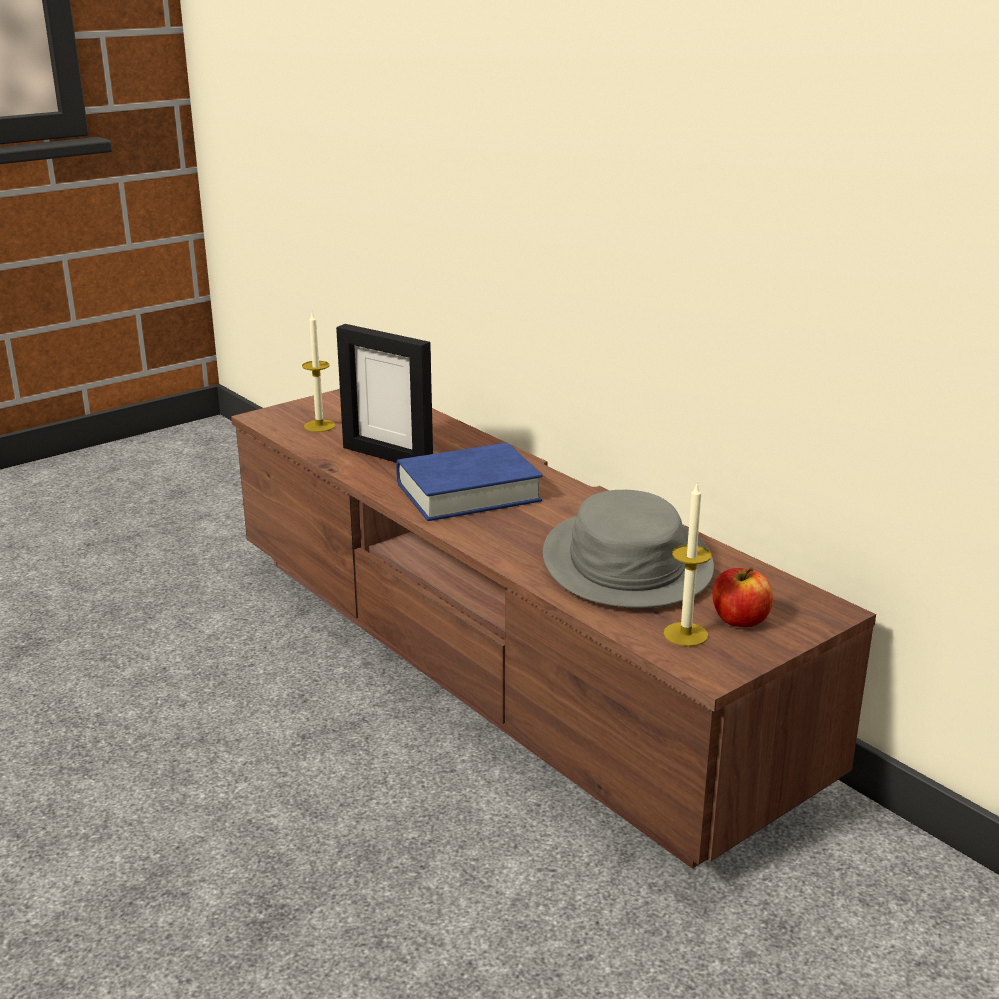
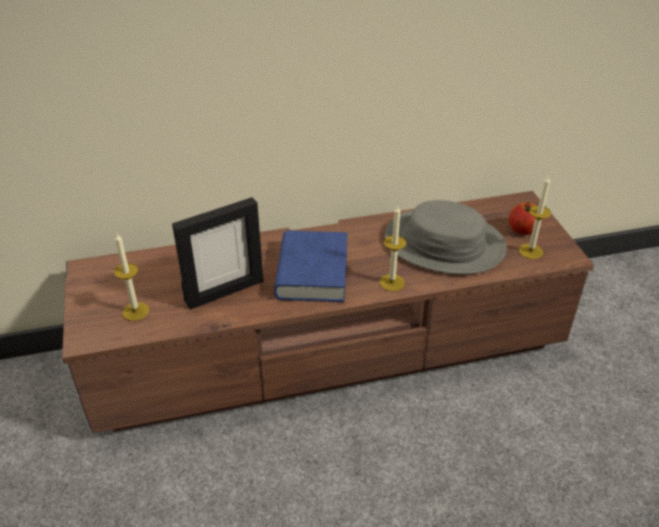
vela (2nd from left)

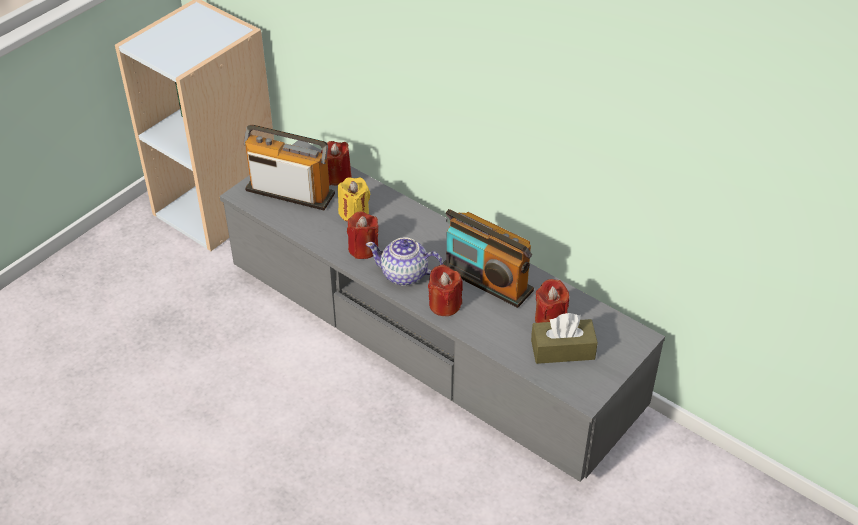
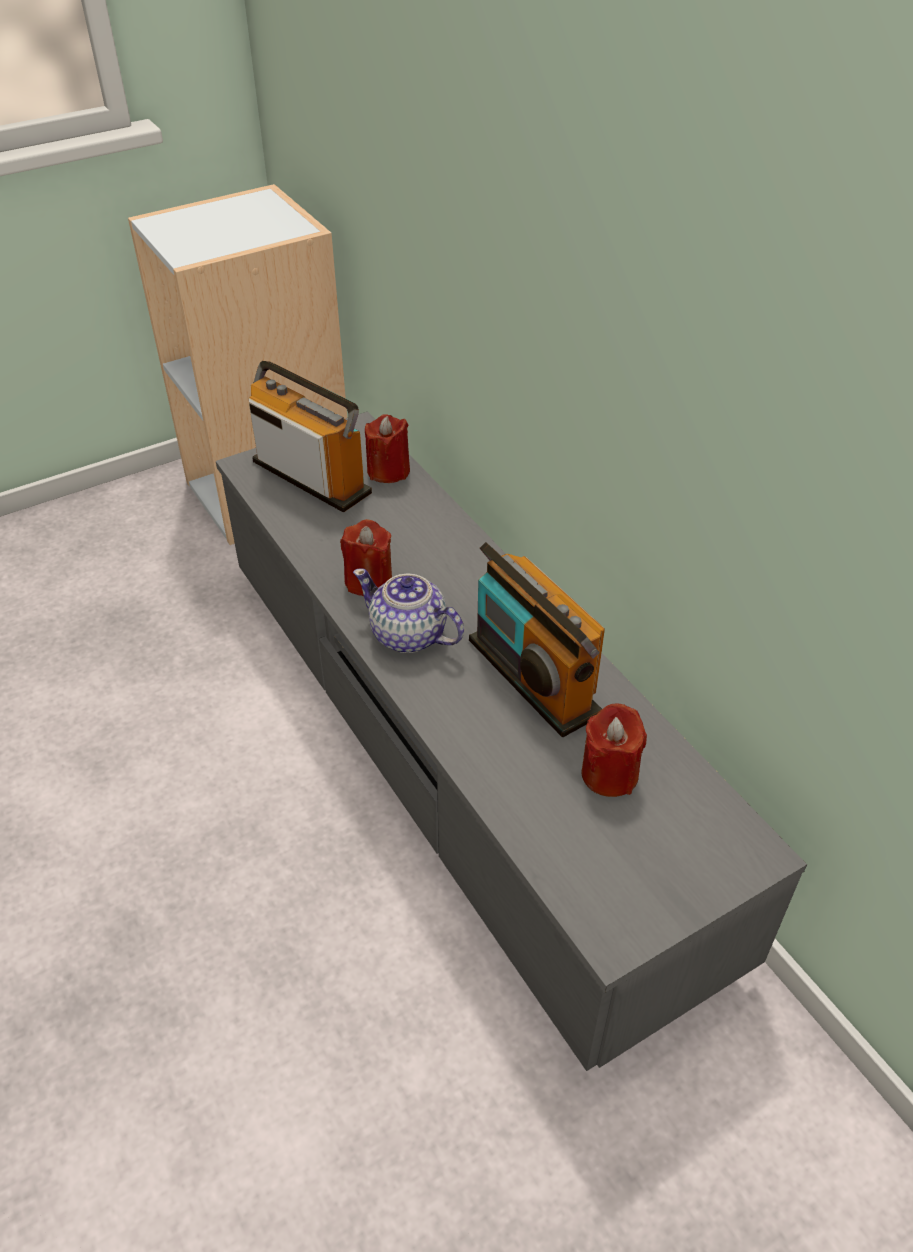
vela (amarillo); vela (rojo) (3rd from left in the first image); caja de pañuelos (marrón)

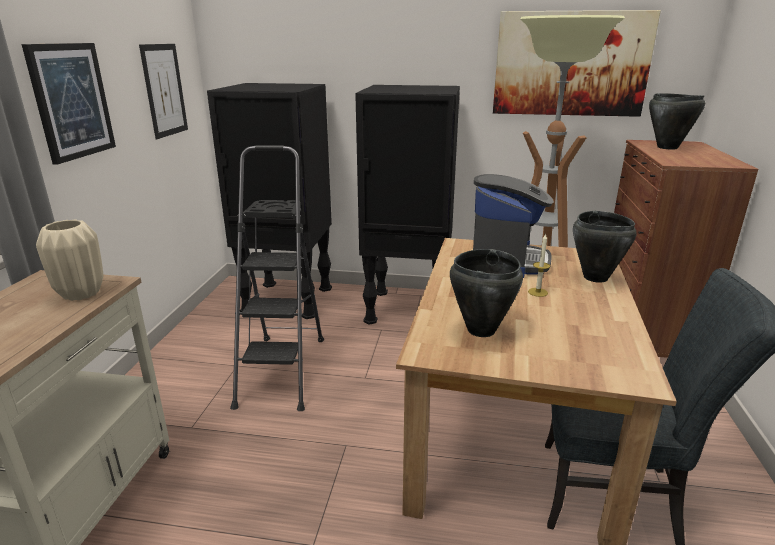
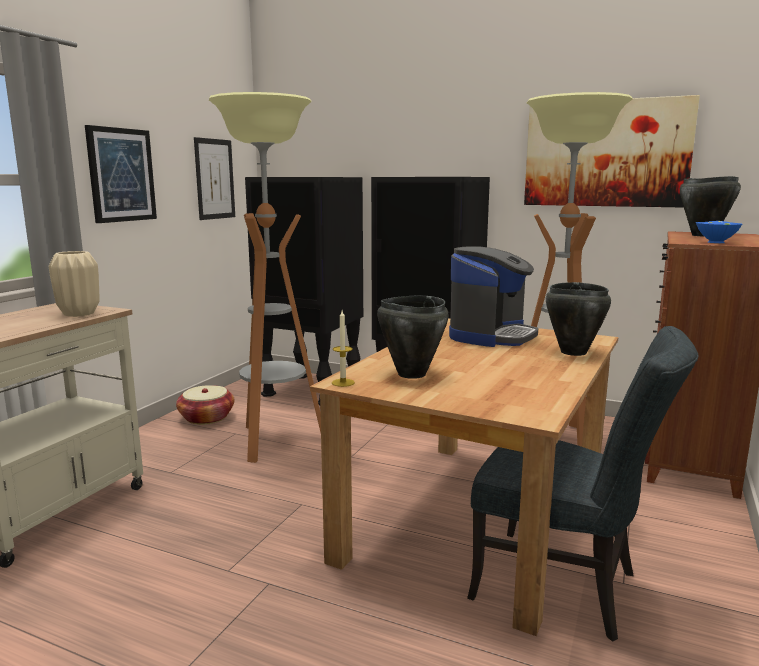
cesta; cuenco (azul); vela; lámpara de pie (1st from left)

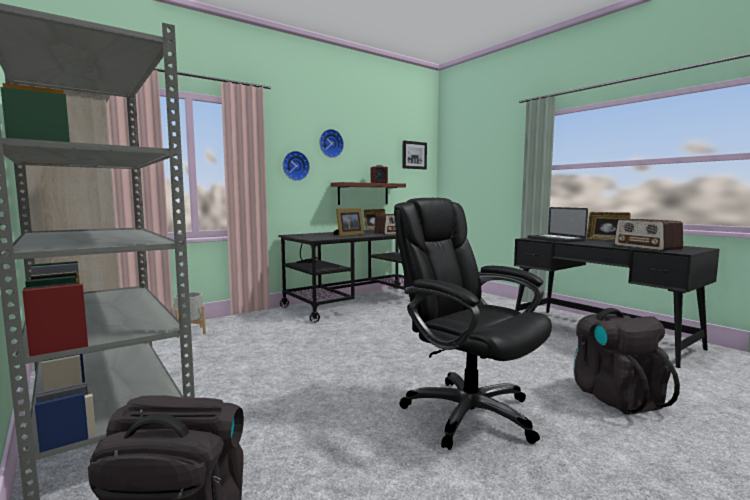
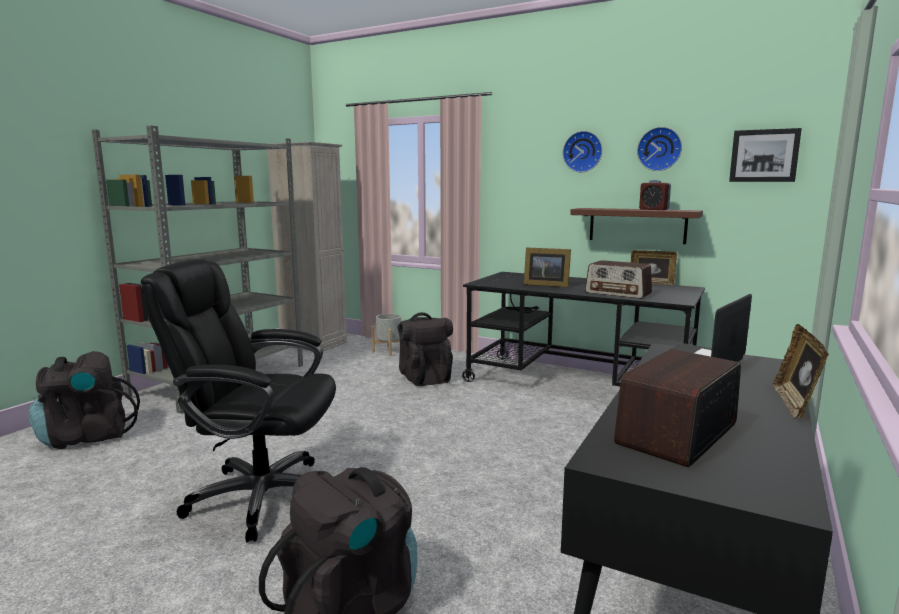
mochila (negro) (3rd from left); reloj de pared (2nd from left); silla de oficina (negro)

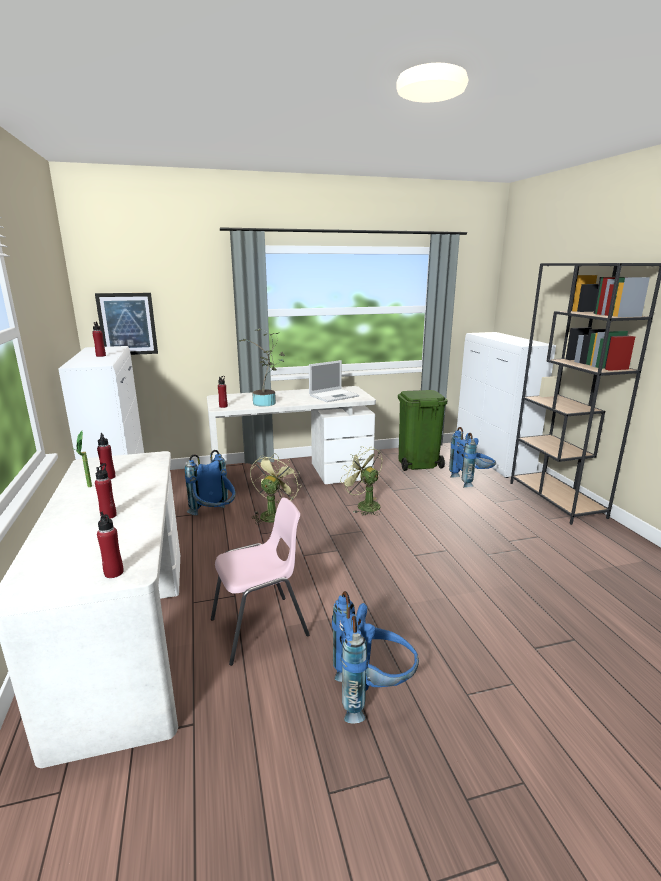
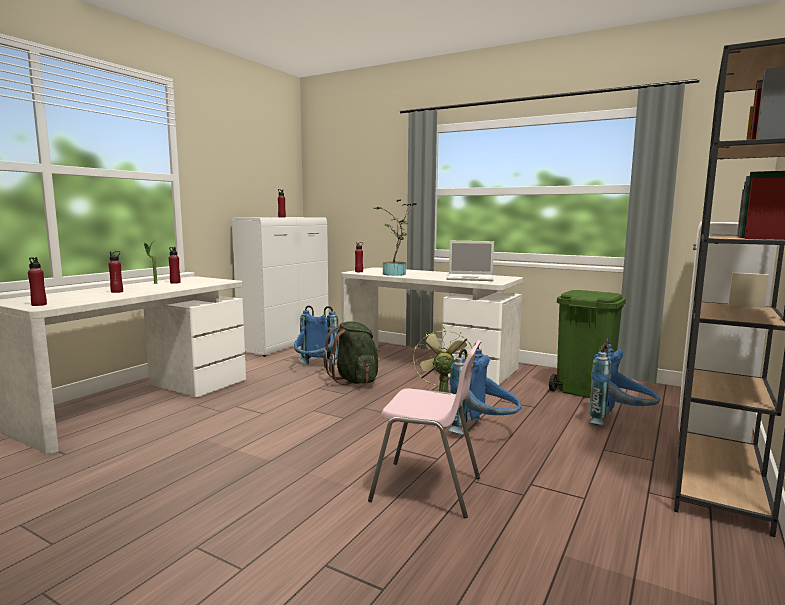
cuadro; silla (rosa); mochila (azul) (2nd from left); mochila (verde)

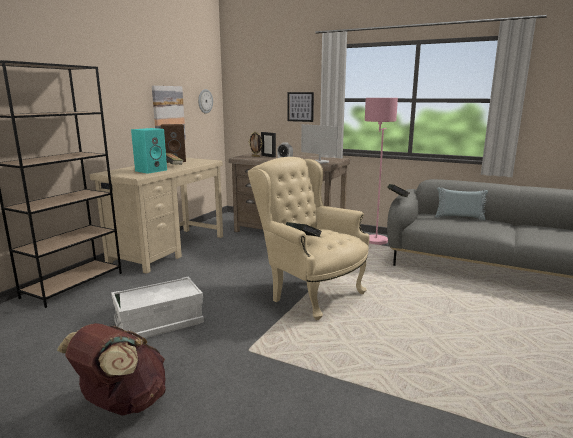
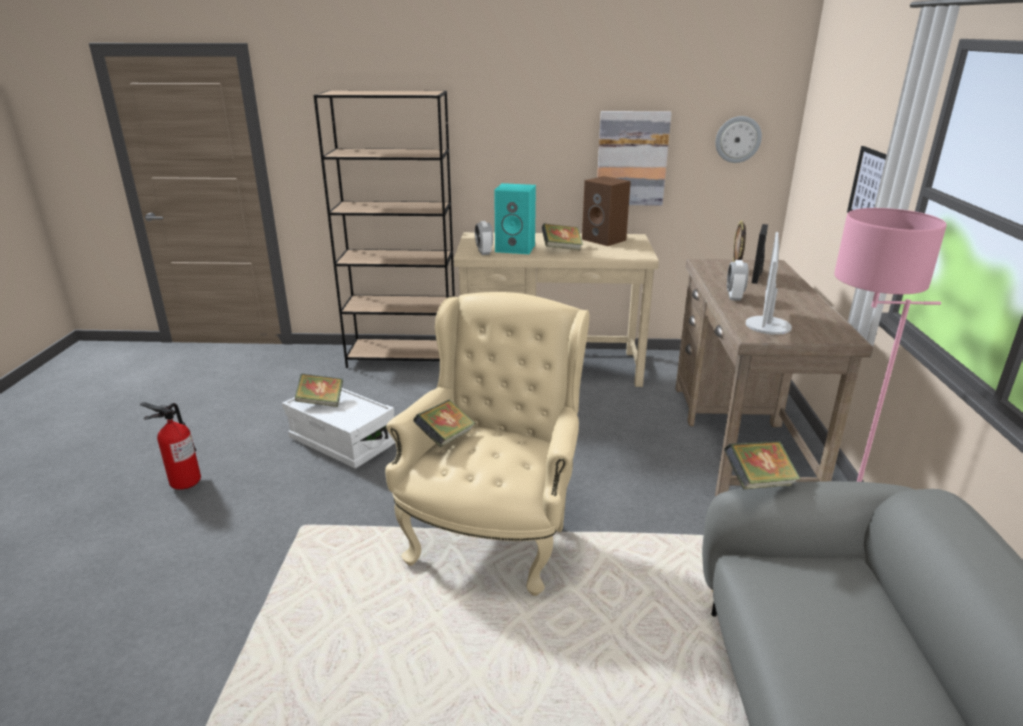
cojín (azul); libro (1st from left); despertador (1st from left); extintor

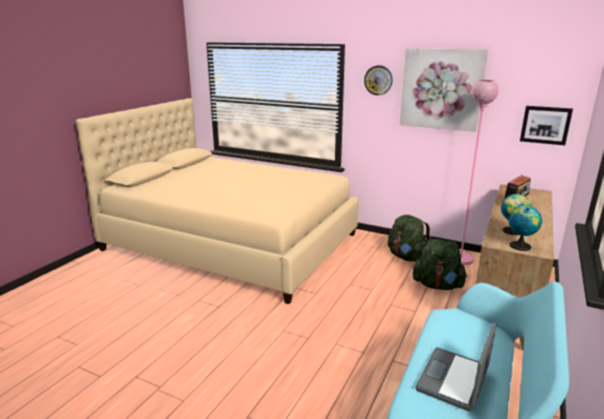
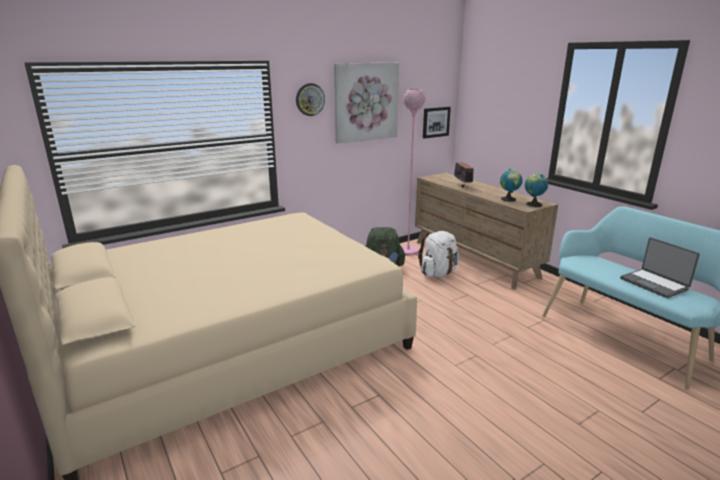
mochila (blanco)

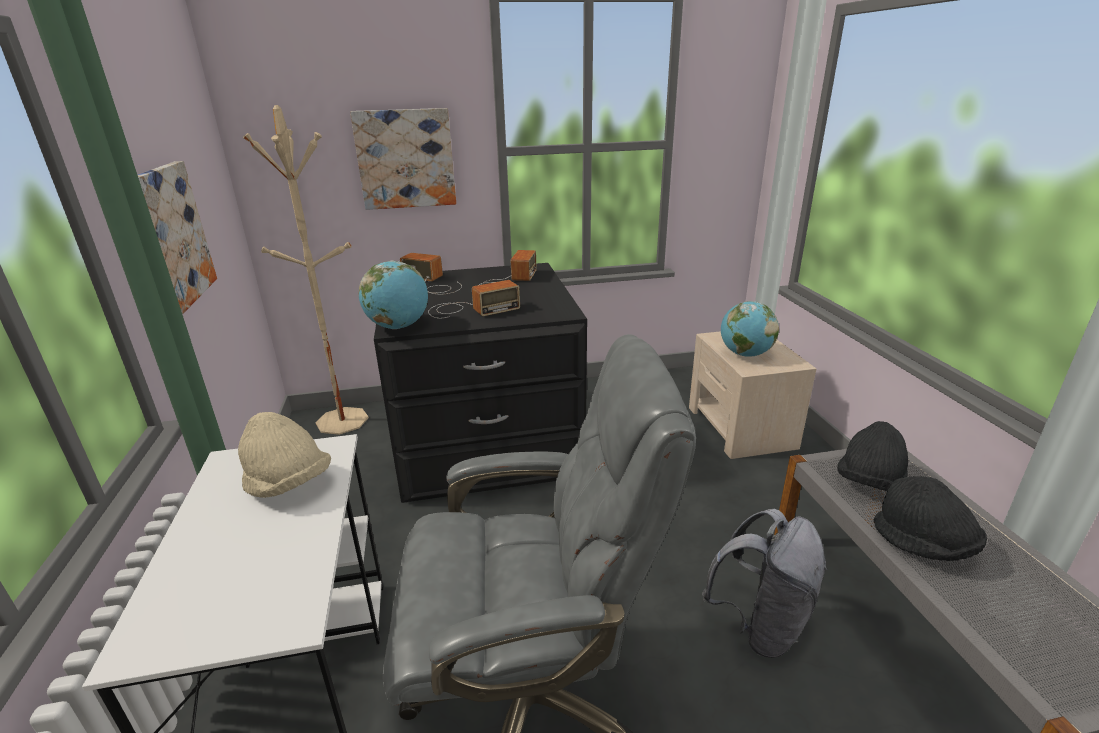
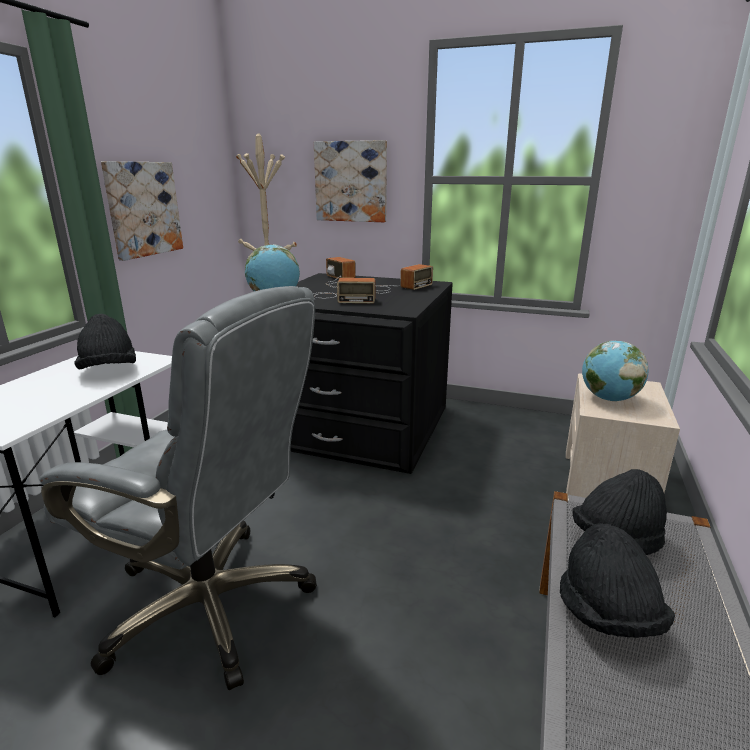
mochila (gris); sombrero (negro) (1st from left)

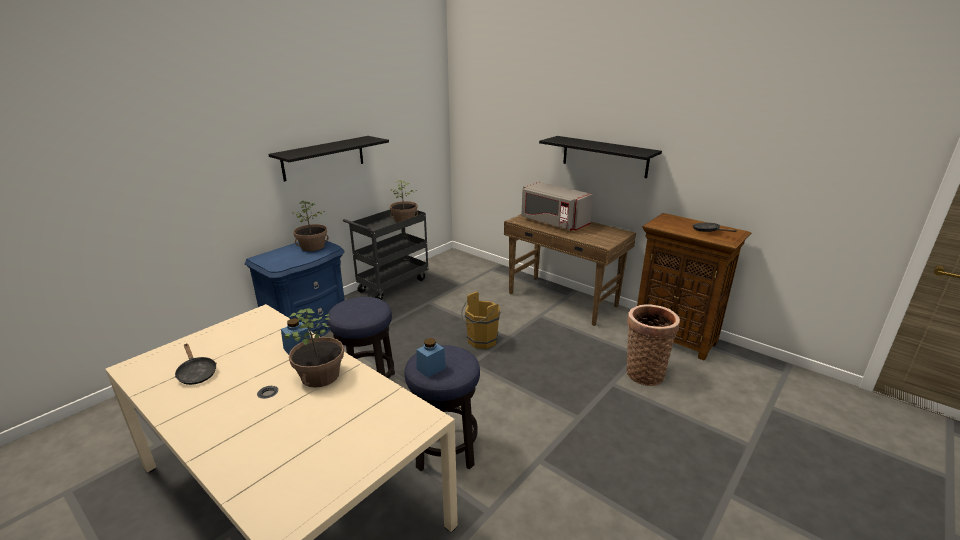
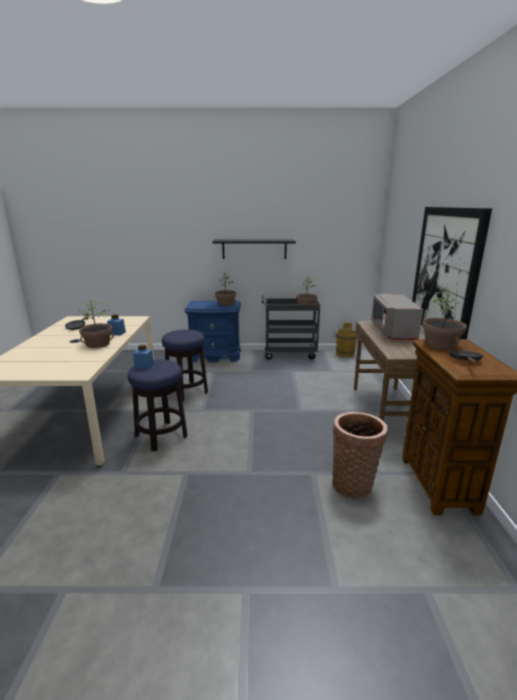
planta en maceta (4th from left); cubo (marrón); cuadro

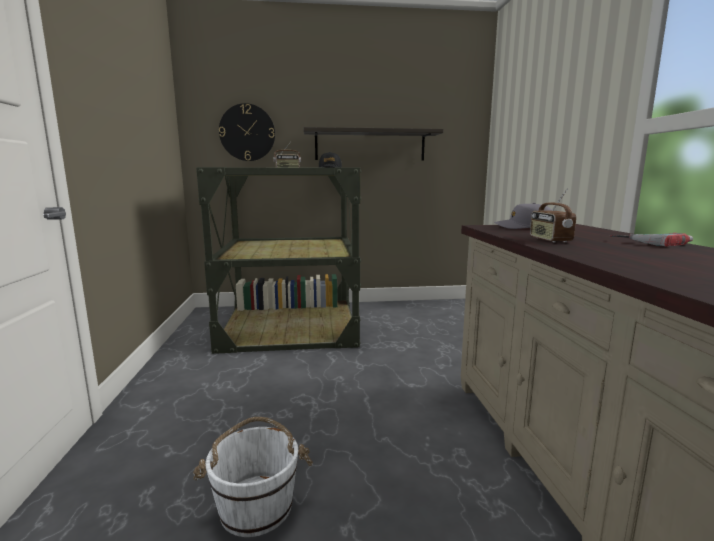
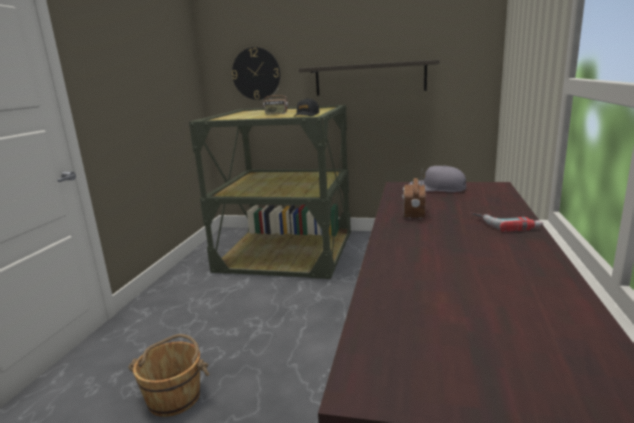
cubo (marrón)

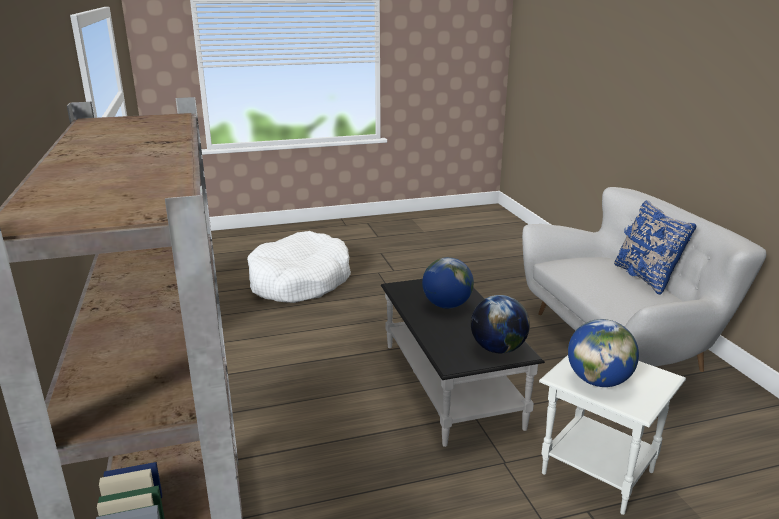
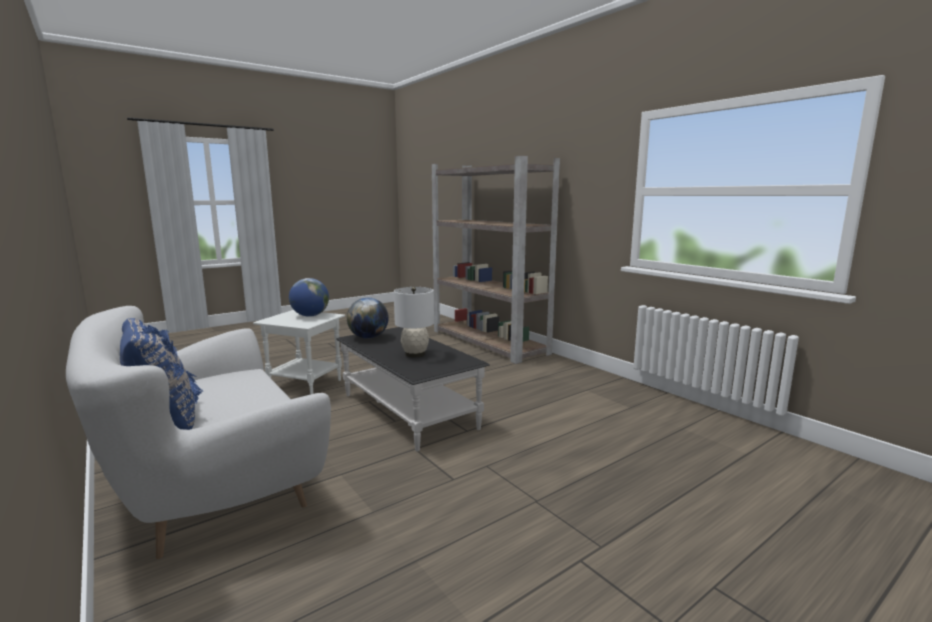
cama para perro (blanco); lámpara de mesa (blanco)

